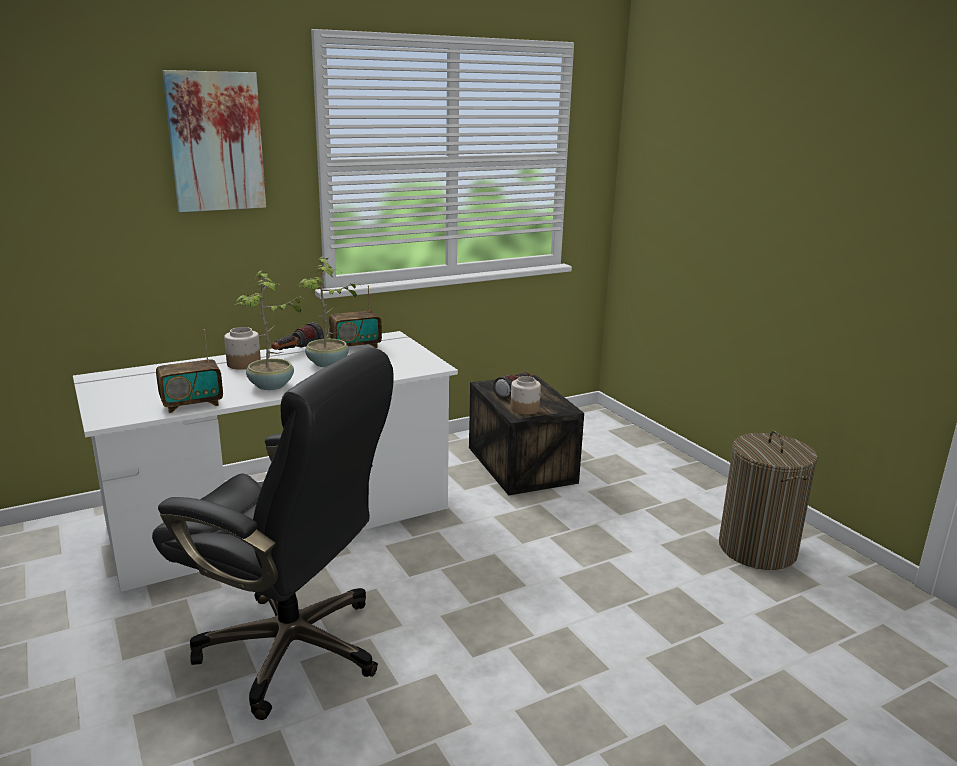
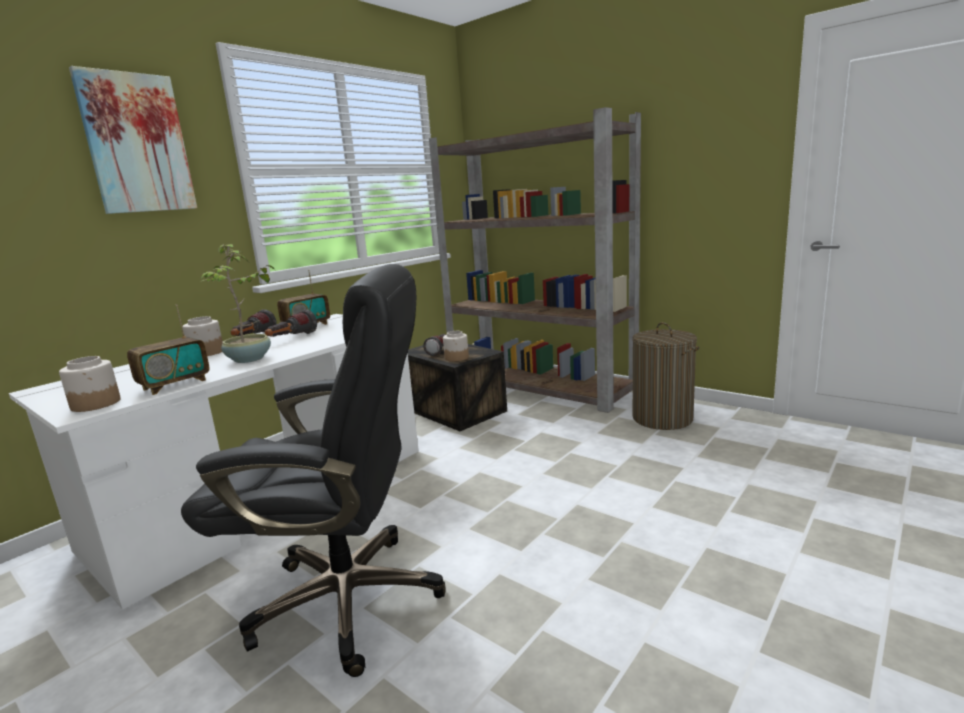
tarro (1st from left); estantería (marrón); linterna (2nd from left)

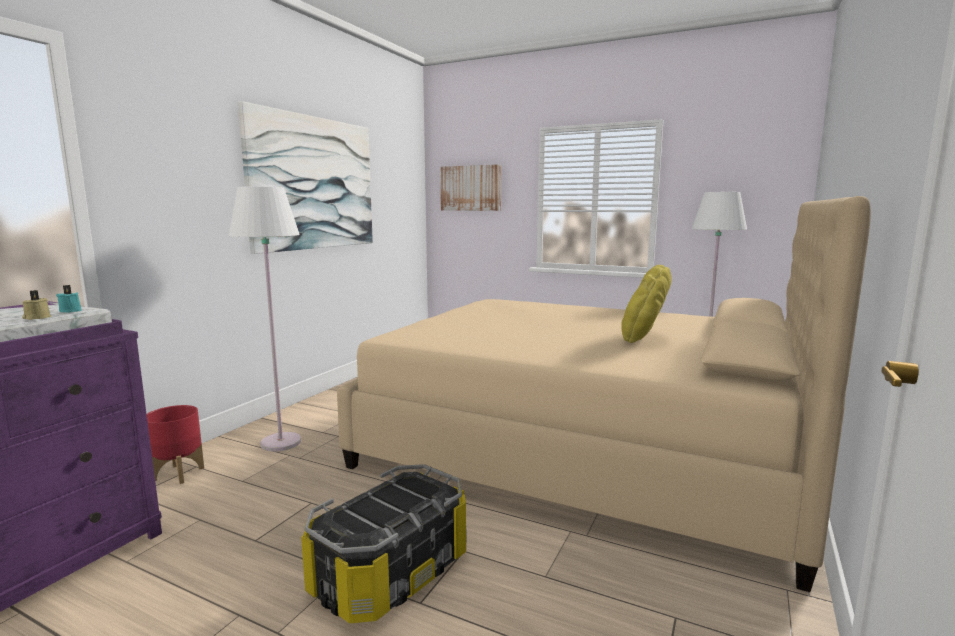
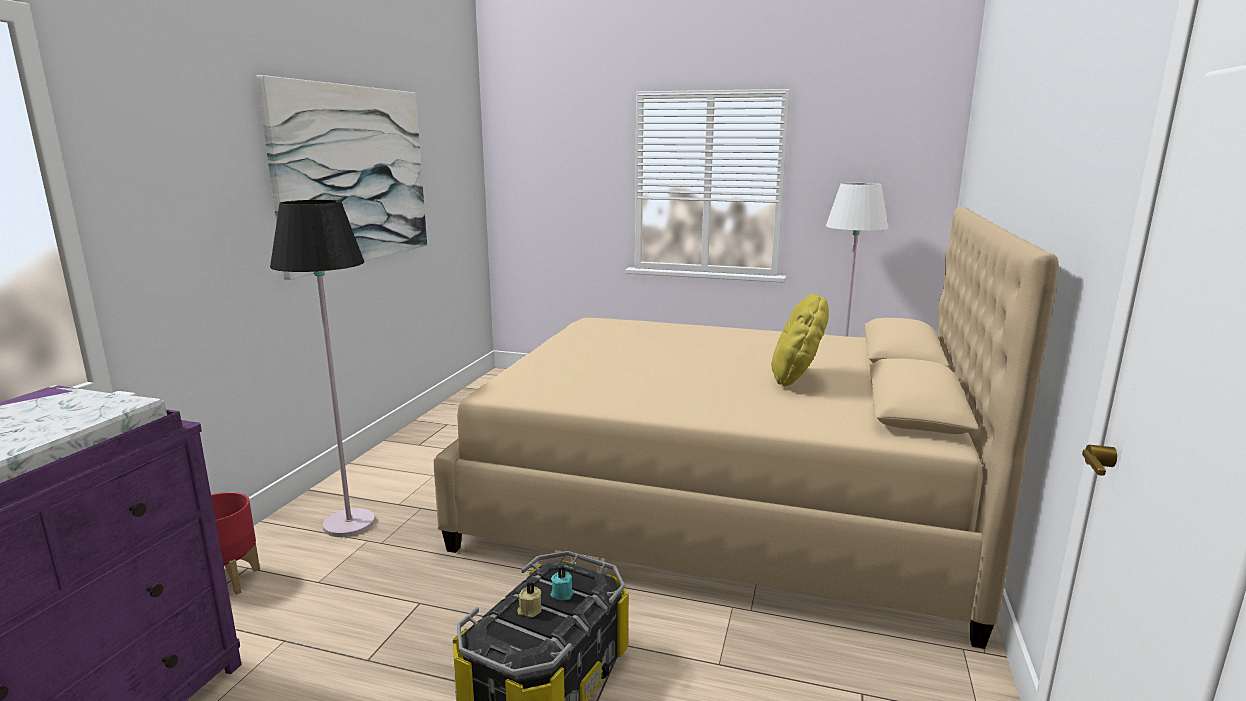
cuadro (2nd from left in the first image); vela (beis); vela (turquesa); lámpara de pie (negro)

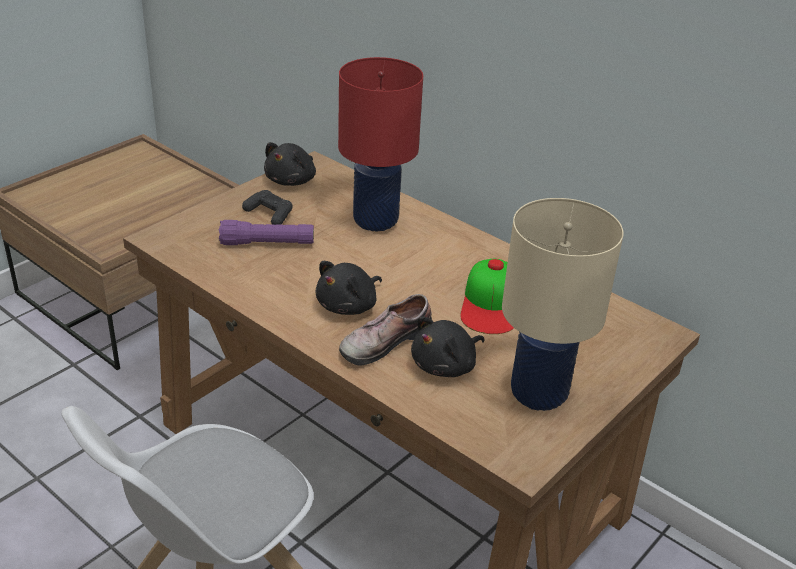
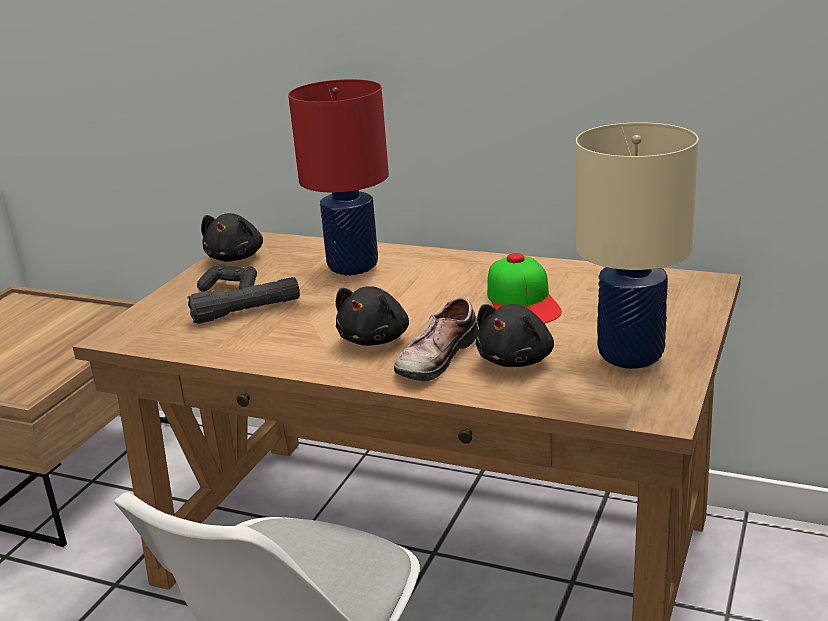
linterna (negro)

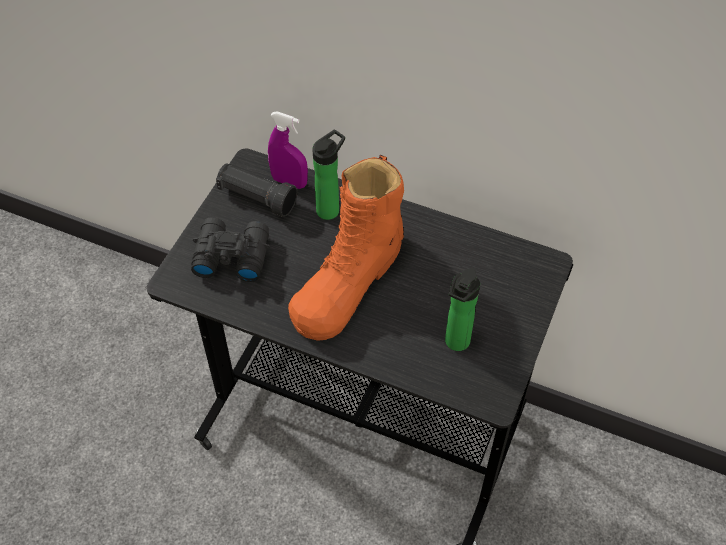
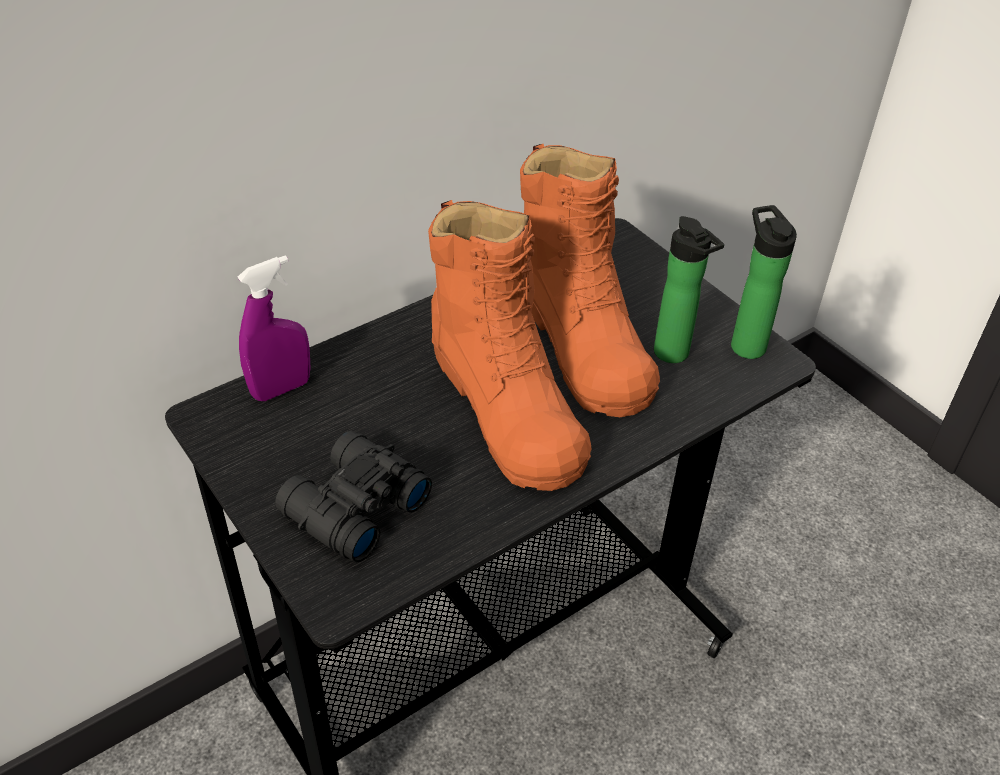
linterna (negro); bota (naranja) (2nd from left); botella (2nd from left)

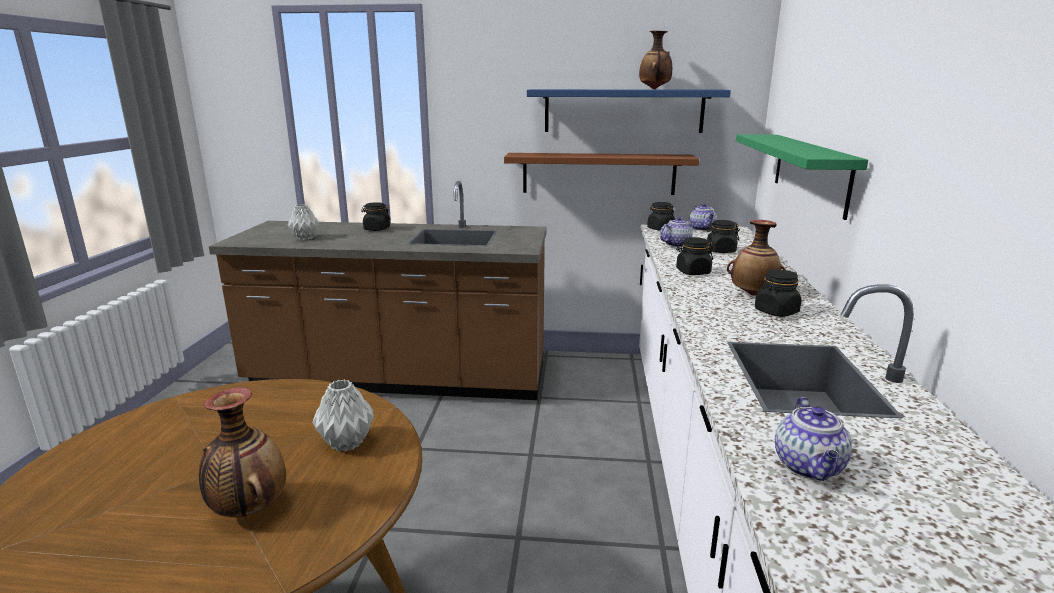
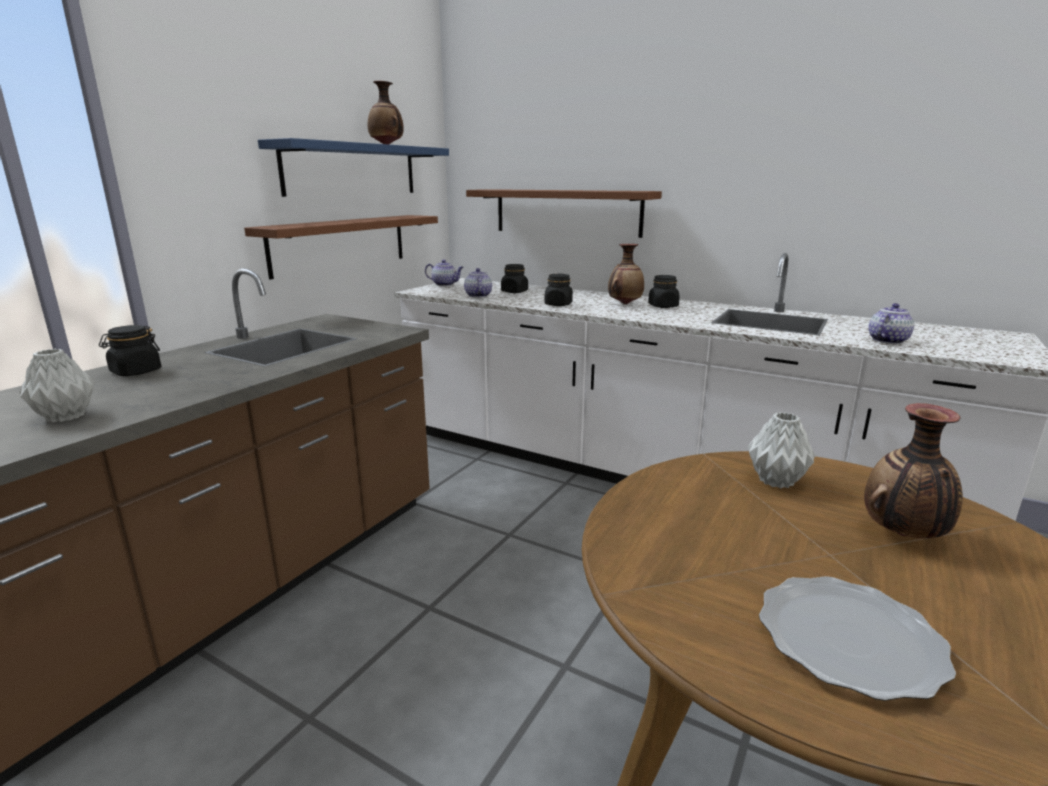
tarro (negro) (2nd from left in the first image); plato; estante (marrón) (2nd from left); tetera (3rd from left)

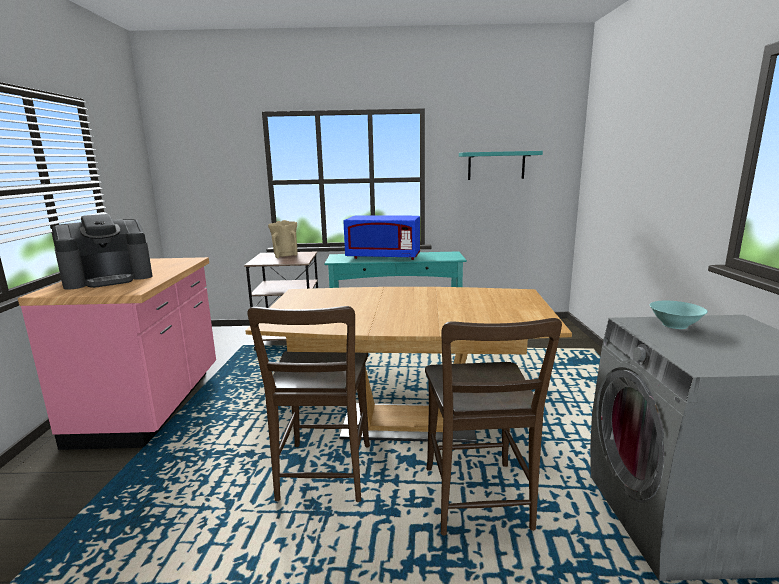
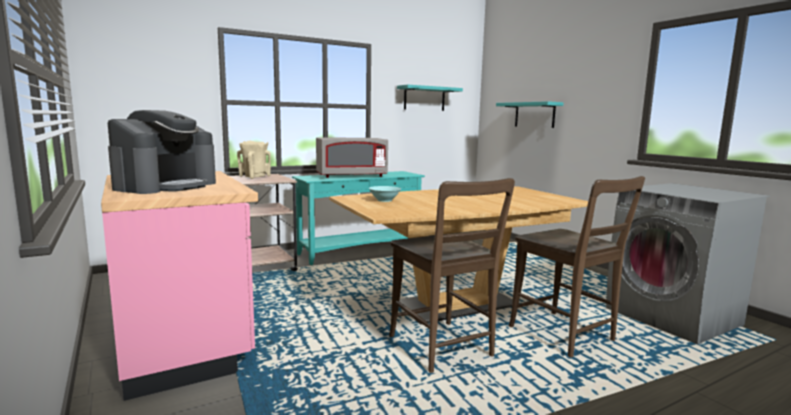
estante (turquesa) (2nd from left); cuenco (turquesa); microondas (gris)

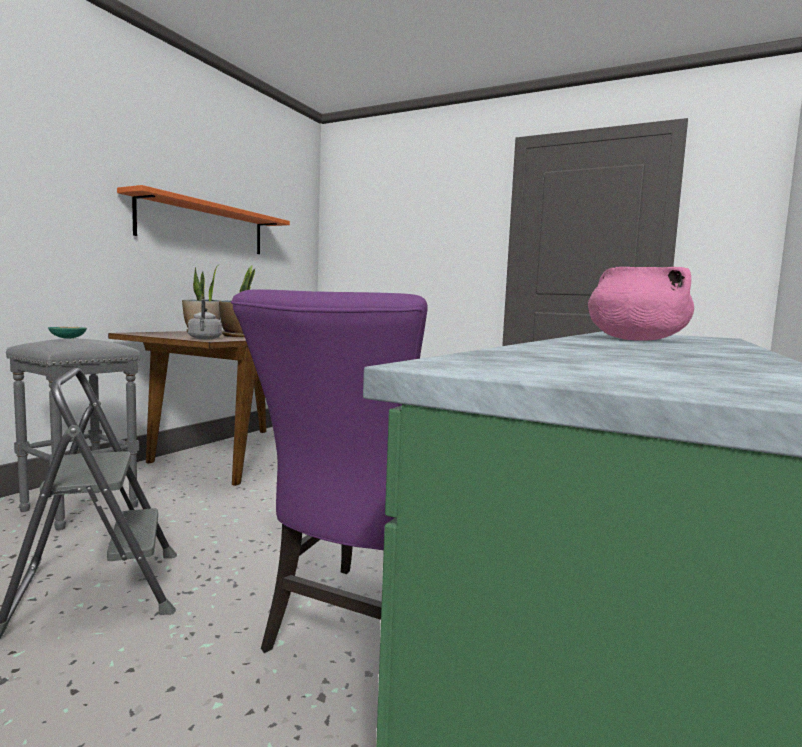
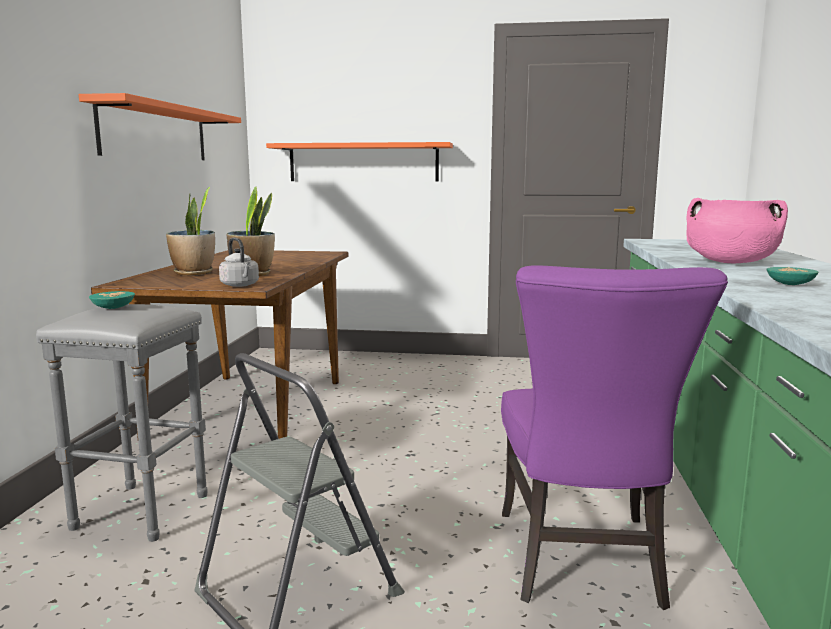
estante (naranja) (2nd from left); cuenco (turquesa) (2nd from left)

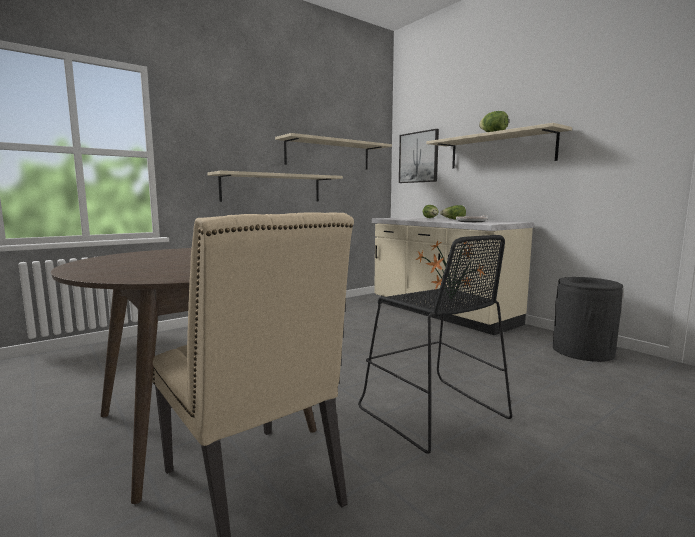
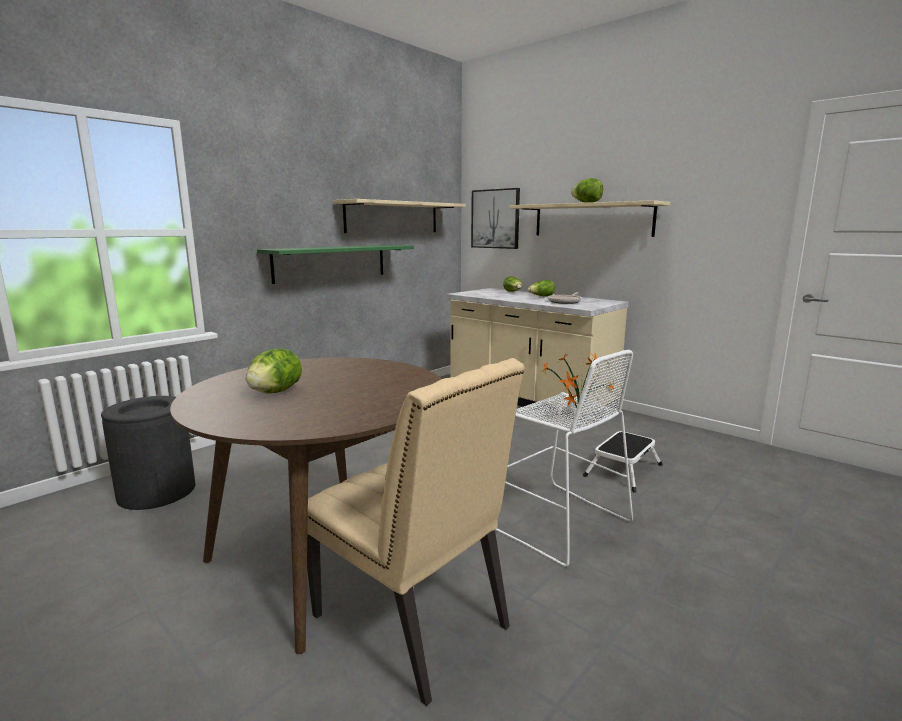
lechuga (1st from left); escalera de tijera (negro); papelera (negro); estante (verde); taburete (blanco)

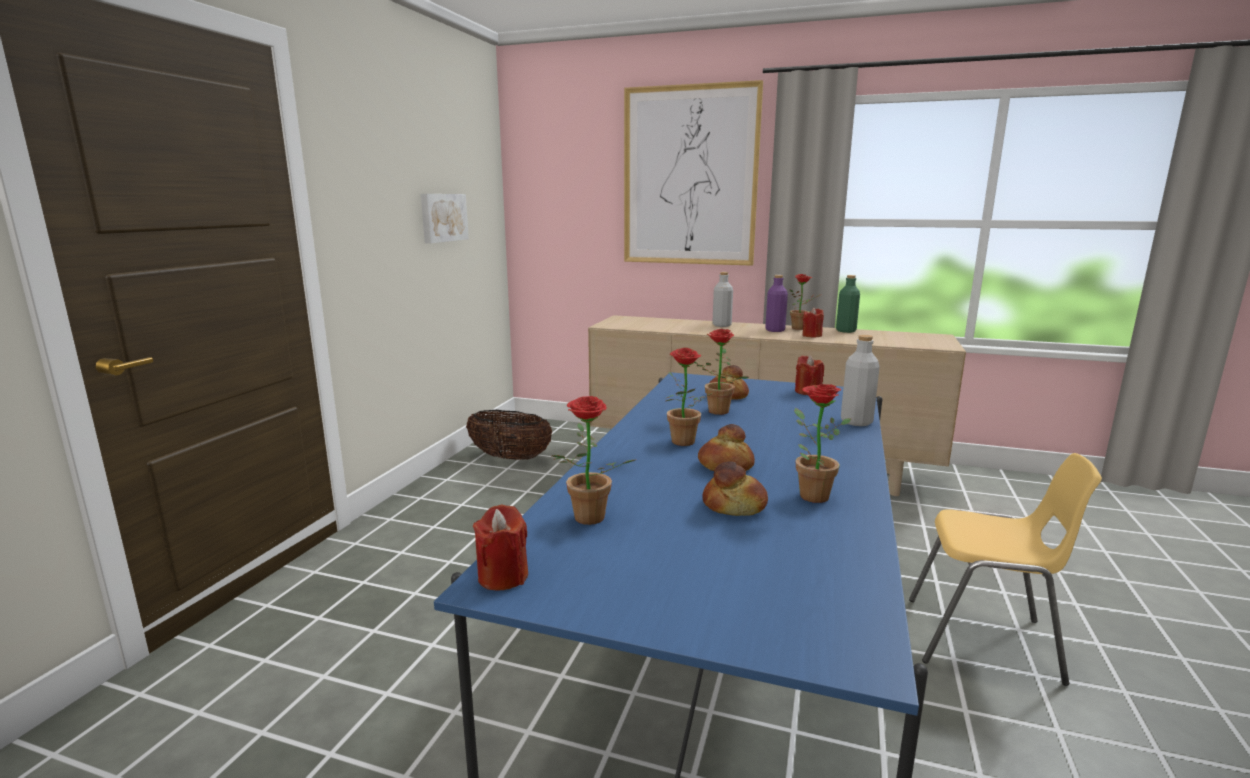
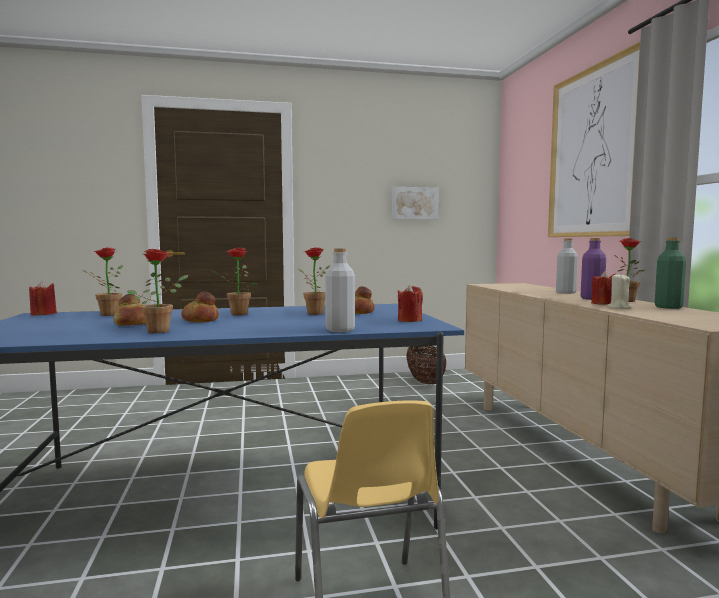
vela (beis)

